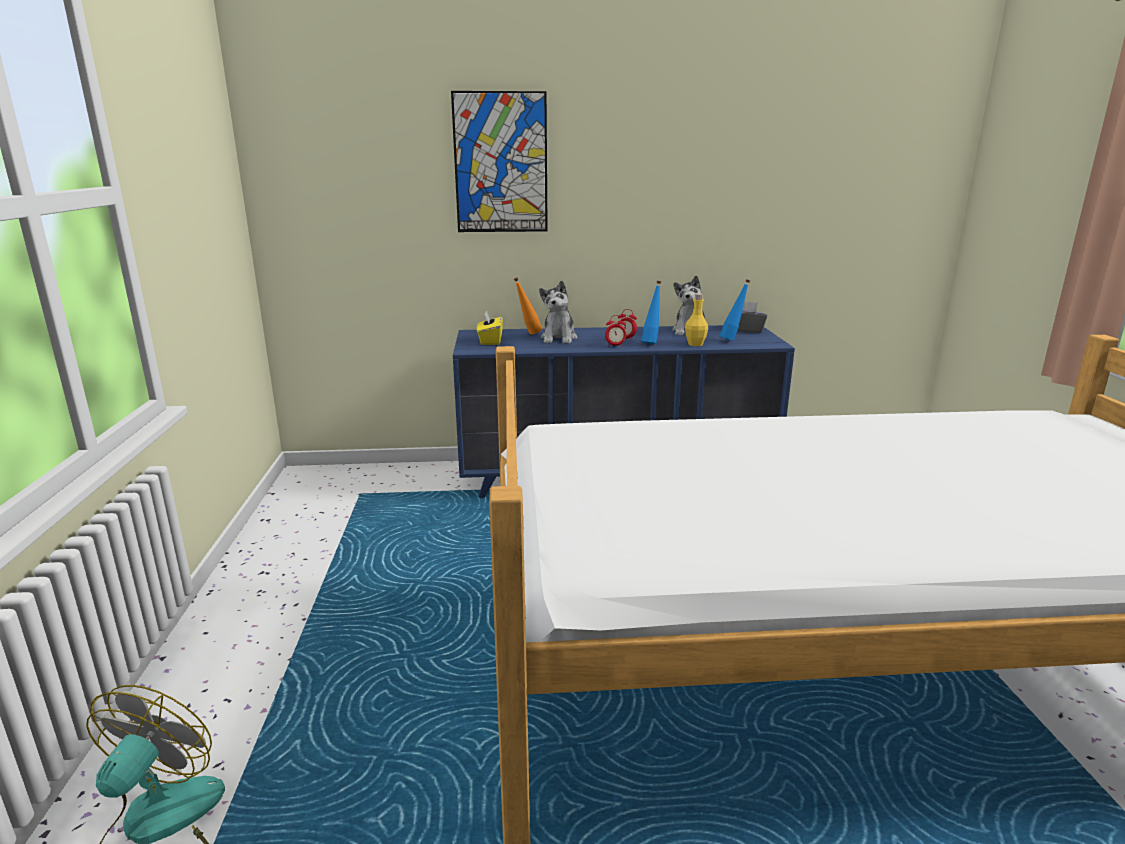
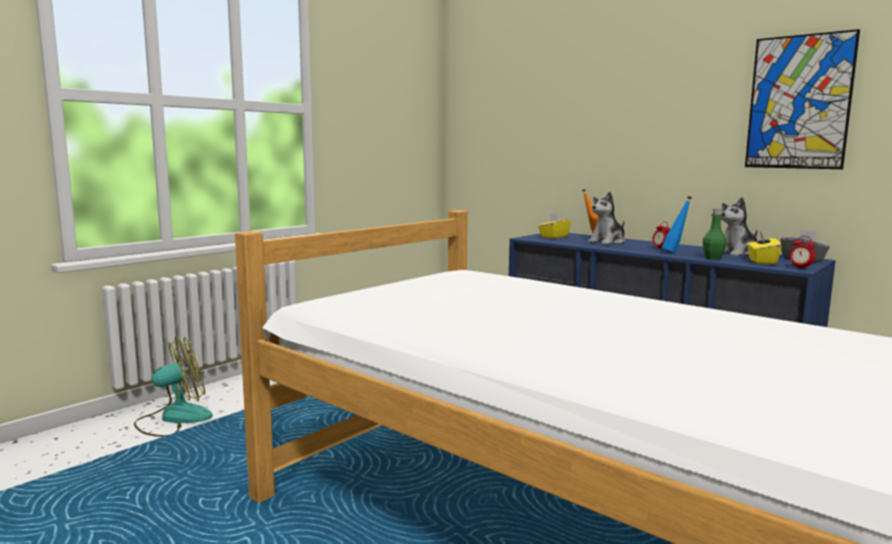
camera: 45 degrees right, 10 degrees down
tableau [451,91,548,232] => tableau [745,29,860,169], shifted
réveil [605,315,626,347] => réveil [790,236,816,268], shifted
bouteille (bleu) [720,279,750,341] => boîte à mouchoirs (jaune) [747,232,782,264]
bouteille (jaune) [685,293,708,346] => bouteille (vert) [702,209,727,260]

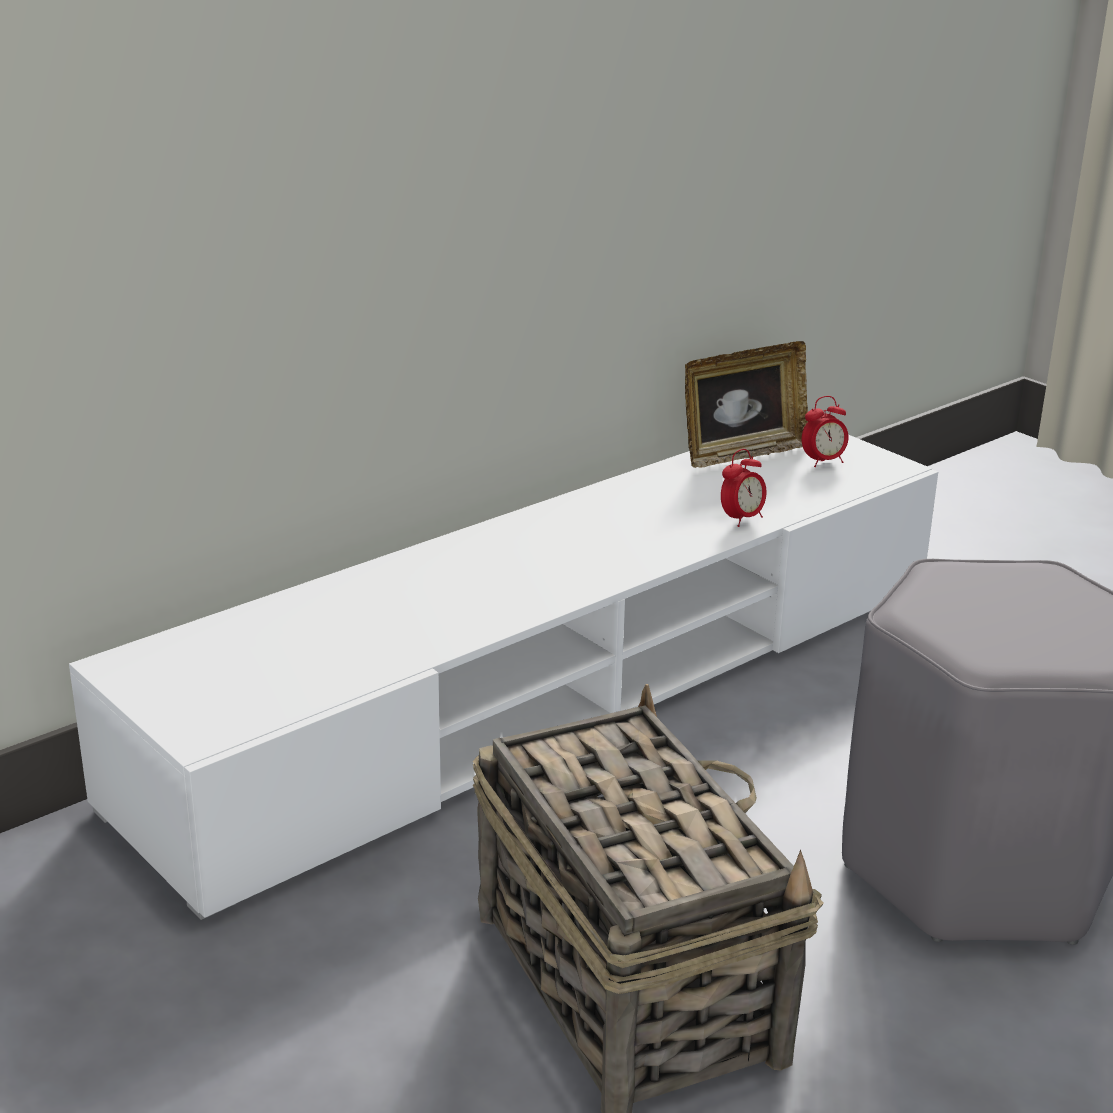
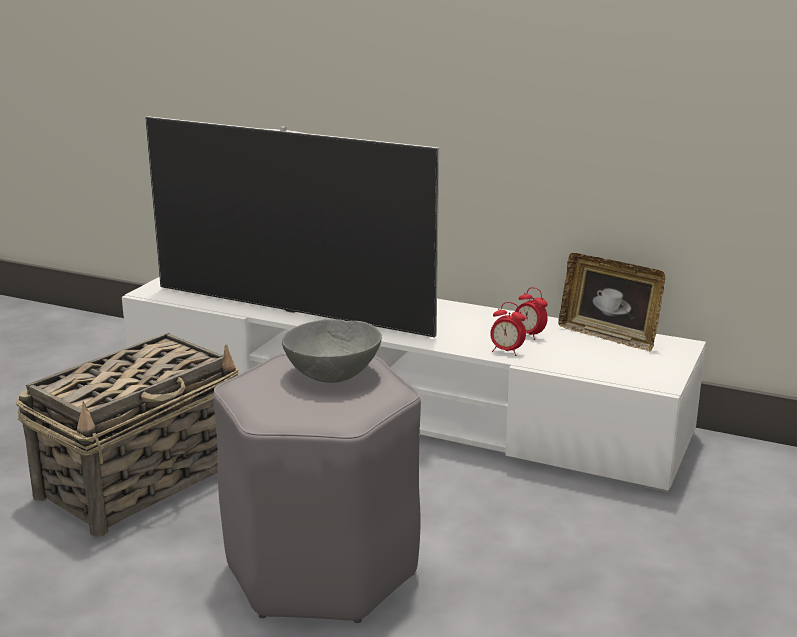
camera: 65 degrees right, 5 degrees down
nothing => téléviseur [145,116,439,338]
nothing => bol (gris) [282,319,382,383]
réveil [802,396,848,467] => réveil [515,287,548,340], shifted

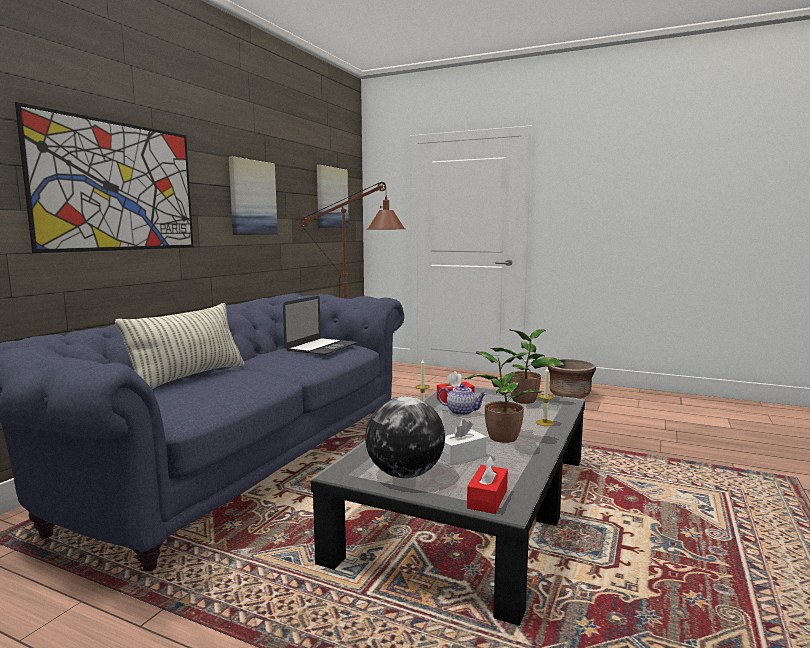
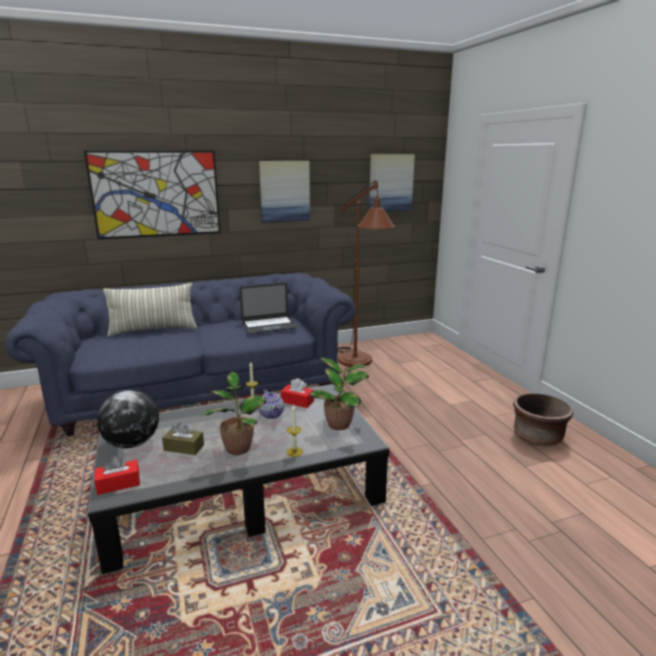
camera: 45 degrees right, 10 degrees up
boîte à mouchoirs (blanc) [440,419,487,464] => boîte à mouchoirs (marron) [162,422,204,455]

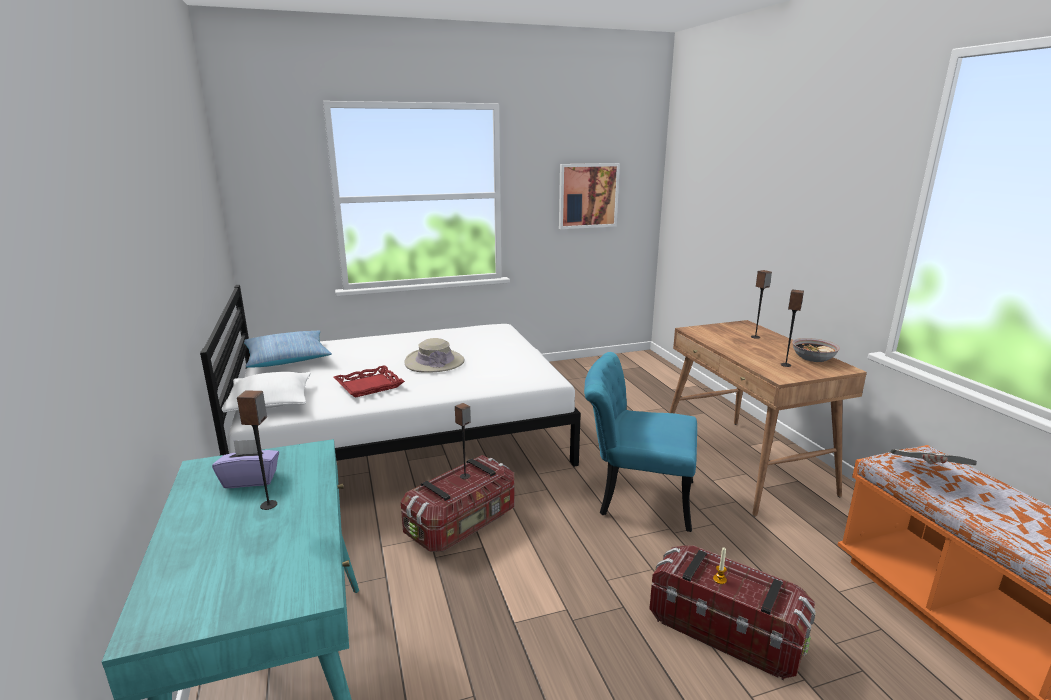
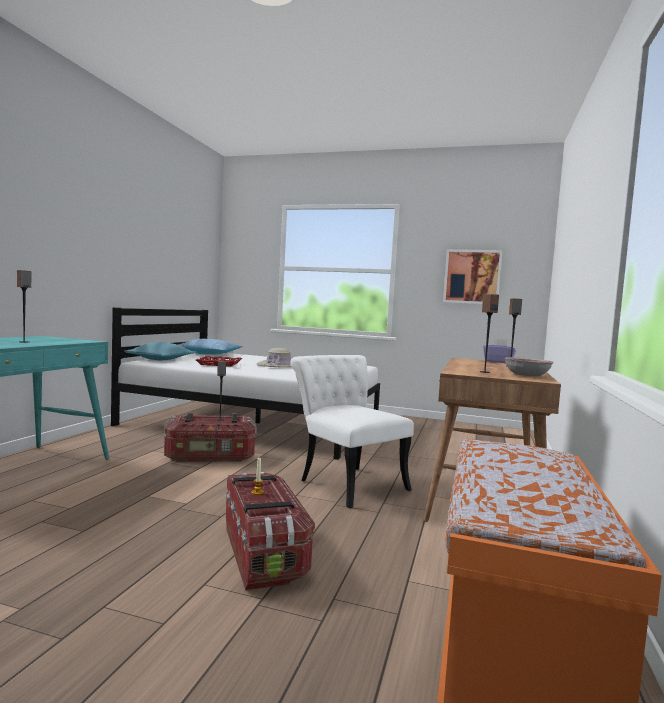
camera: 35 degrees right, 15 degrees down
journal [890,449,977,465] => nothing
boîte à mouchoirs (violet) [212,440,279,488] => boîte à mouchoirs (violet) [483,339,516,364], shifted
coussin (blanc) [222,372,311,413] => coussin (turquoise) [124,342,197,360]
chaise (turquoise) [584,352,697,532] => chaise (blanc) [290,355,414,508]

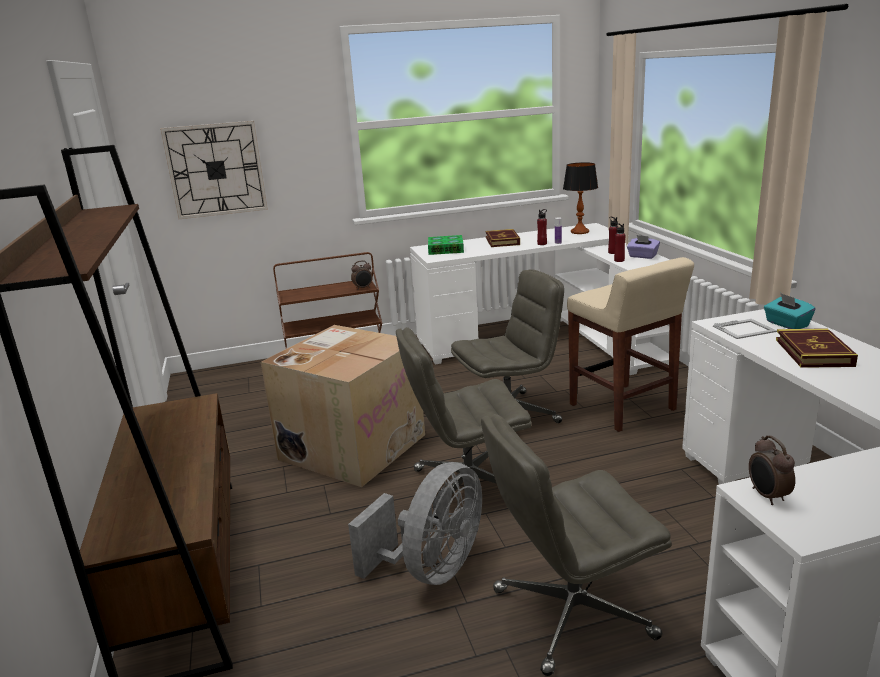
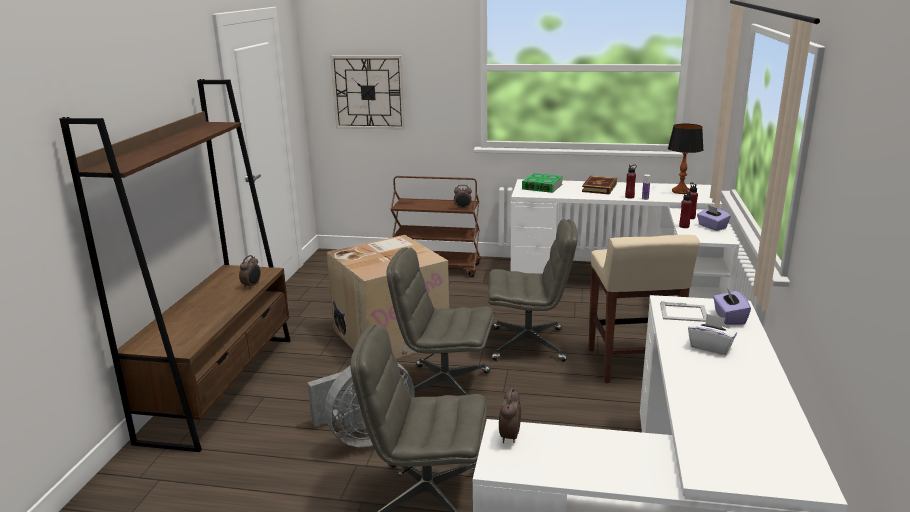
camera: 25 degrees right, 0 degrees up
nothing => réveil [239,255,261,289]
livre [776,328,858,368] => boîte à mouchoirs (blanc) [688,314,737,355]
boîte à mouchoirs (turquoise) [764,293,815,329] => boîte à mouchoirs (violet) [713,288,751,325]

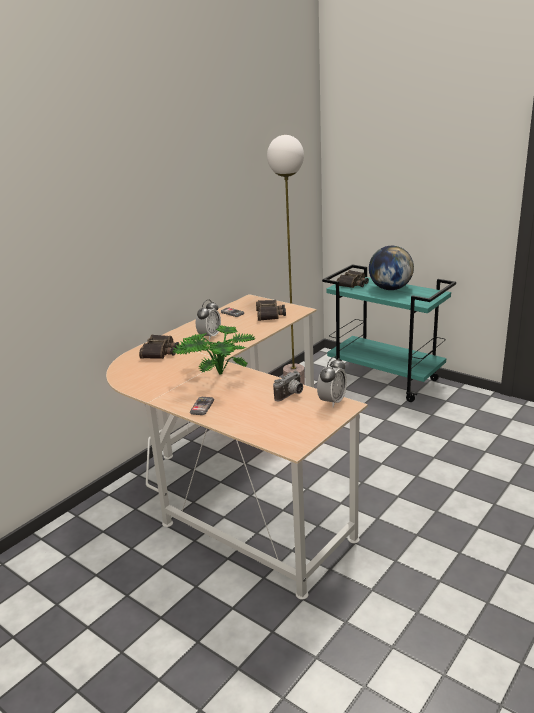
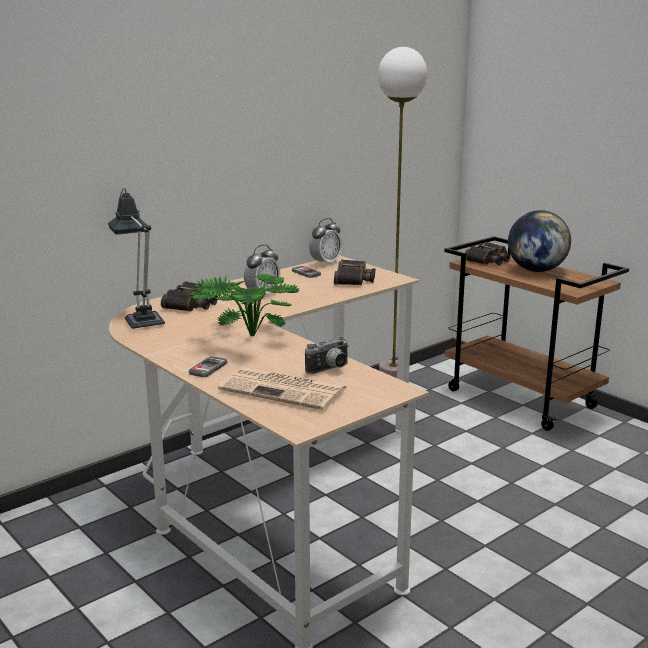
camera: 10 degrees right, 5 degrees down
nothing => lampe de table [108,188,165,329]
nothing => journal [218,367,348,410]
réveil [317,356,347,408] => réveil [309,218,342,266], shifted
chariot (turquoise) [322,264,456,402] => chariot (marron) [444,236,629,431]

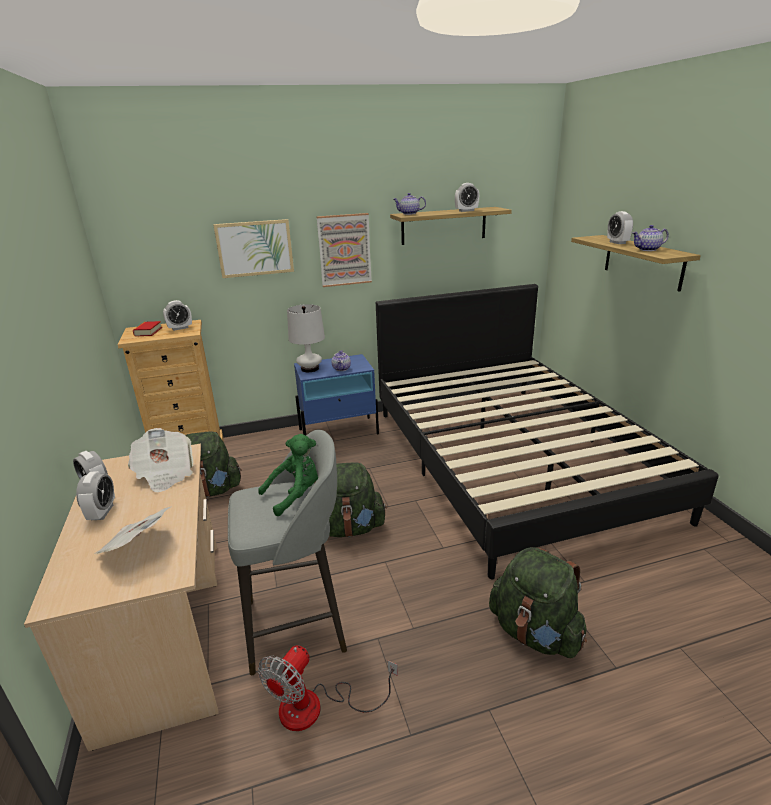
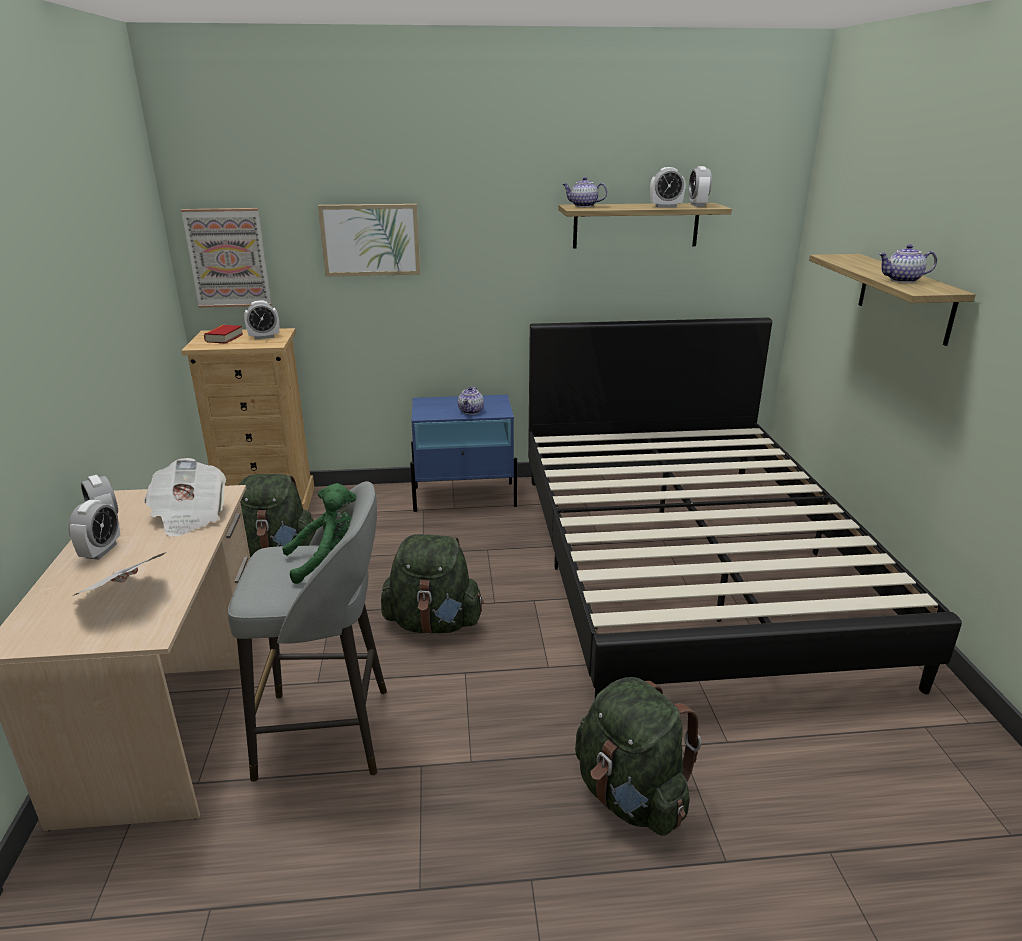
camera: 10 degrees right, 0 degrees up
ventilateur [258,645,398,731] => nothing
lampe de table (blanc) [287,304,325,372] => nothing
tableau [316,213,372,287] => tableau [181,208,272,308], shifted
réveil [607,211,633,244] => réveil [689,166,712,207], shifted

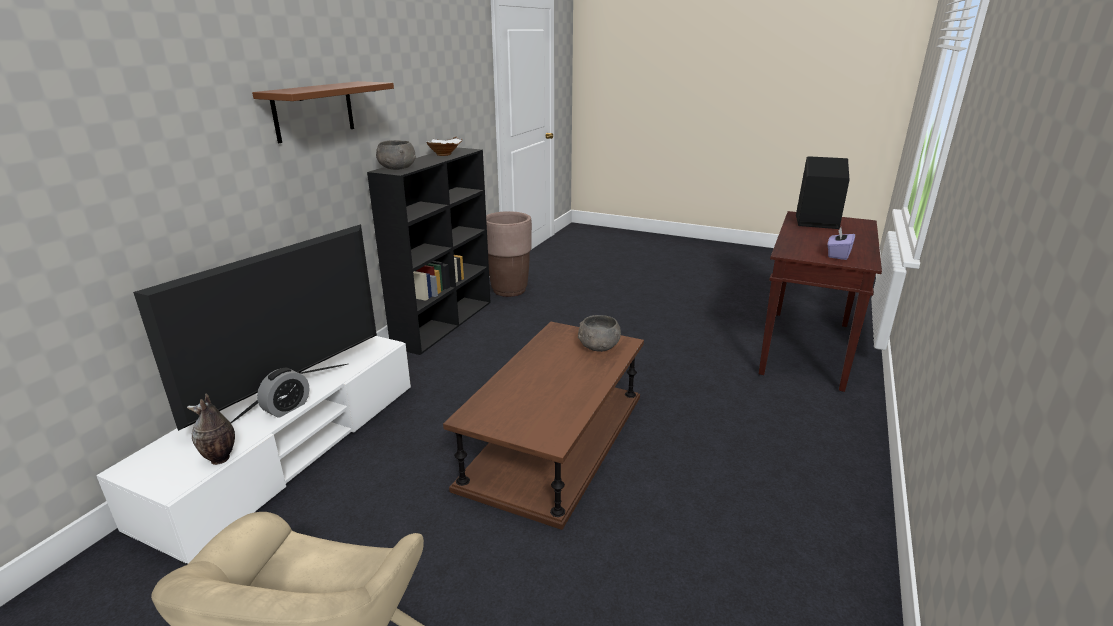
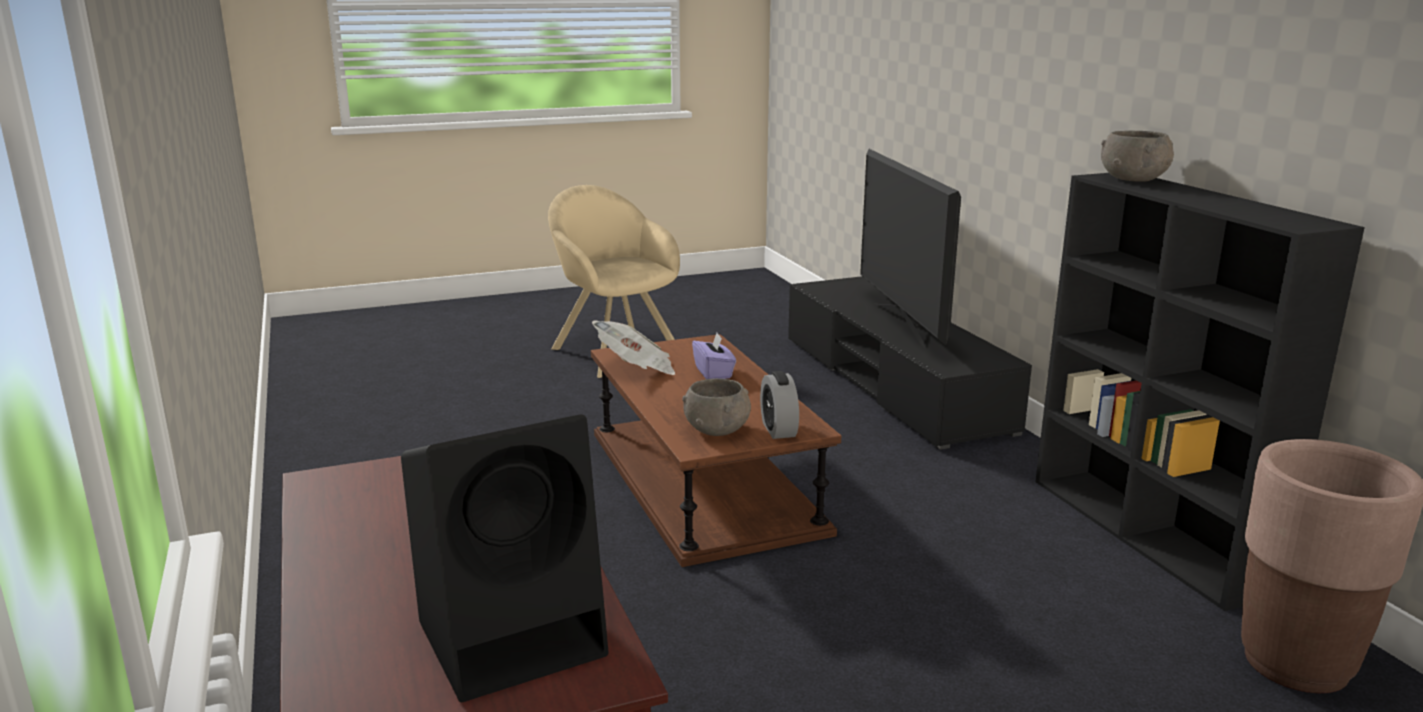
camera: 135 degrees right, 5 degrees down
vase [187,394,235,465] => nothing
étagère (marron) [252,81,394,143] => nothing
bol (blanc) [426,137,462,156] => nothing
nothing => journal [592,320,676,375]
réveil [257,367,309,418] => réveil [760,371,799,439], shifted
boîte à mouchoirs (violet) [828,228,855,260] => boîte à mouchoirs (violet) [692,333,736,379], shifted
meuble télé (blanc) [96,336,411,565] => meuble télé (noir) [788,276,1032,450]

